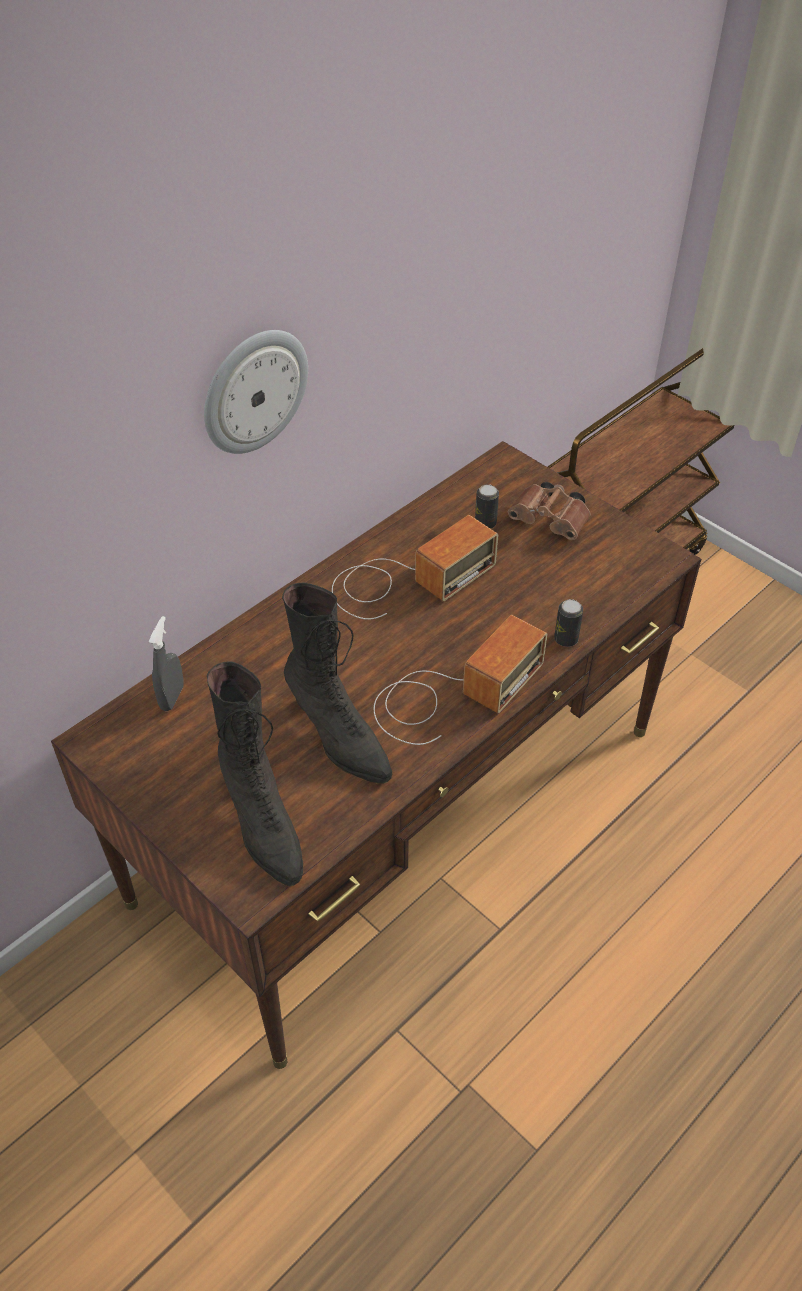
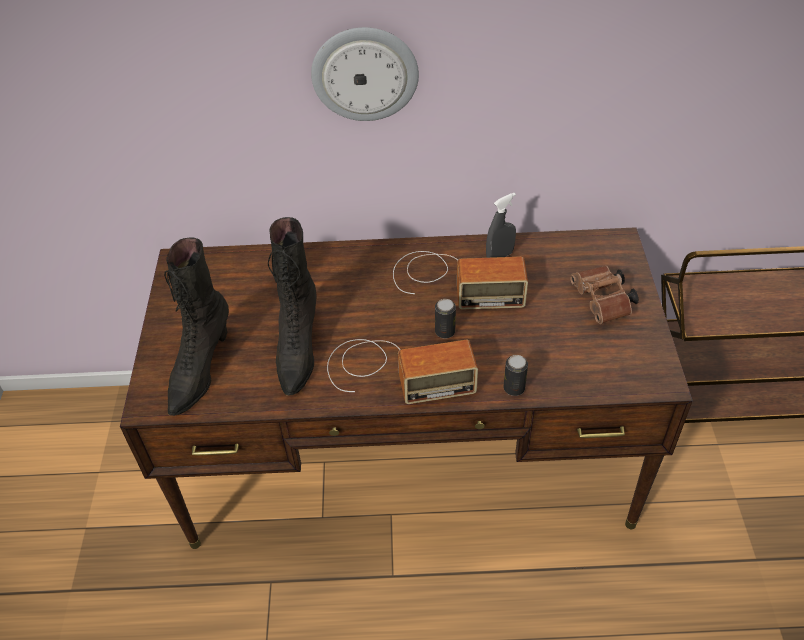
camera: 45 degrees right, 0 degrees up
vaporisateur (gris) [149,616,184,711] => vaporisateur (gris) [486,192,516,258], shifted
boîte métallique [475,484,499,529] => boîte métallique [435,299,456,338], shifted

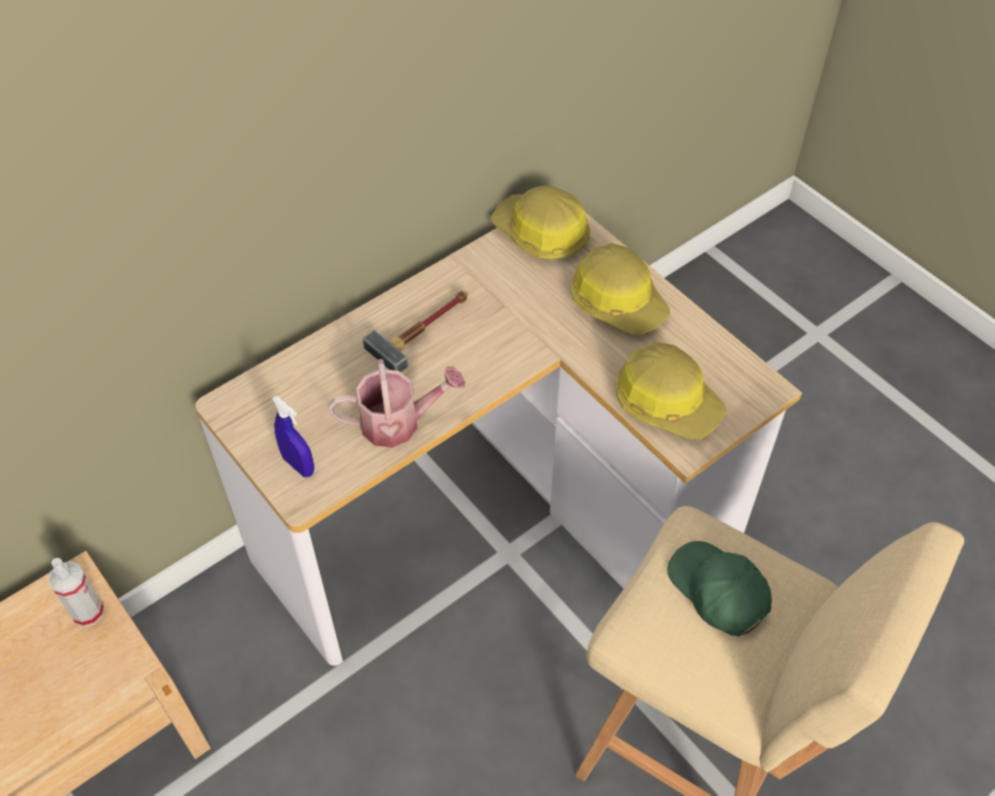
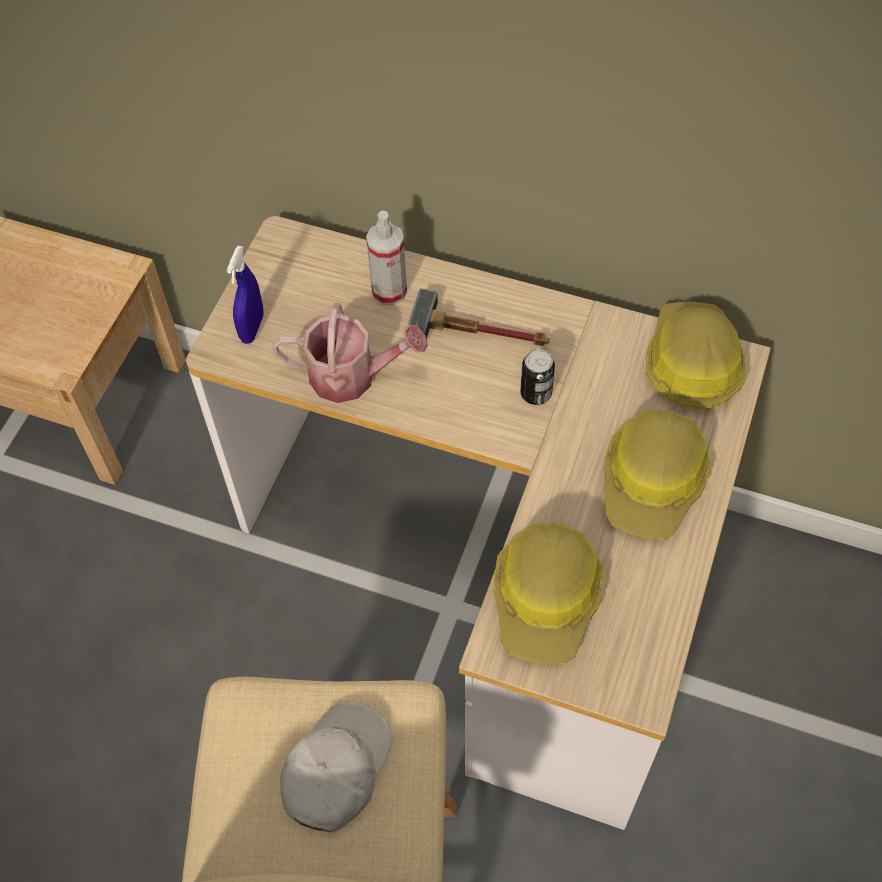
camera: 60 degrees right, 5 degrees up
nothing => boîte métallique [520,349,555,405]
vaporisateur [48,558,105,627] => vaporisateur [366,211,407,305], shifted
casquette (vert) [667,541,772,636] => casquette (blanc) [280,701,393,832]
arrosoir [328,359,466,448] => arrosoir [272,303,428,403], 45 degrees counterclockwise

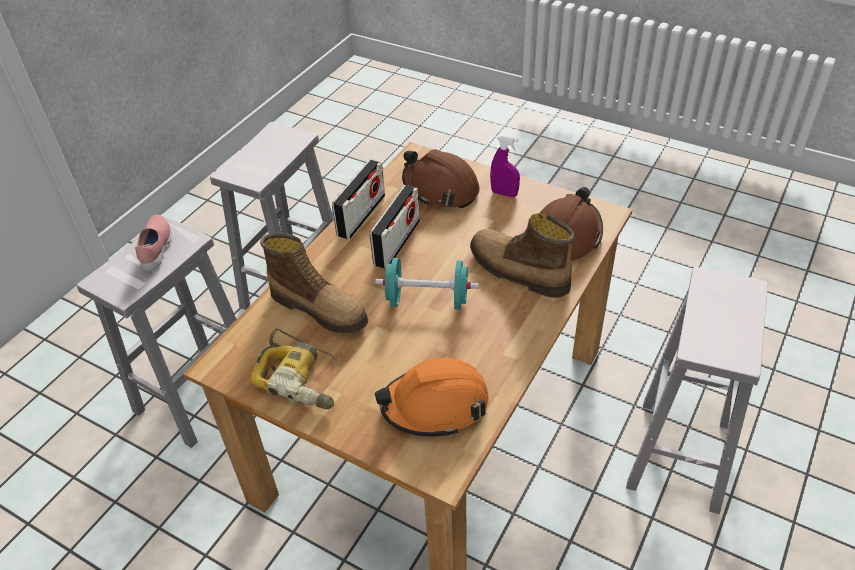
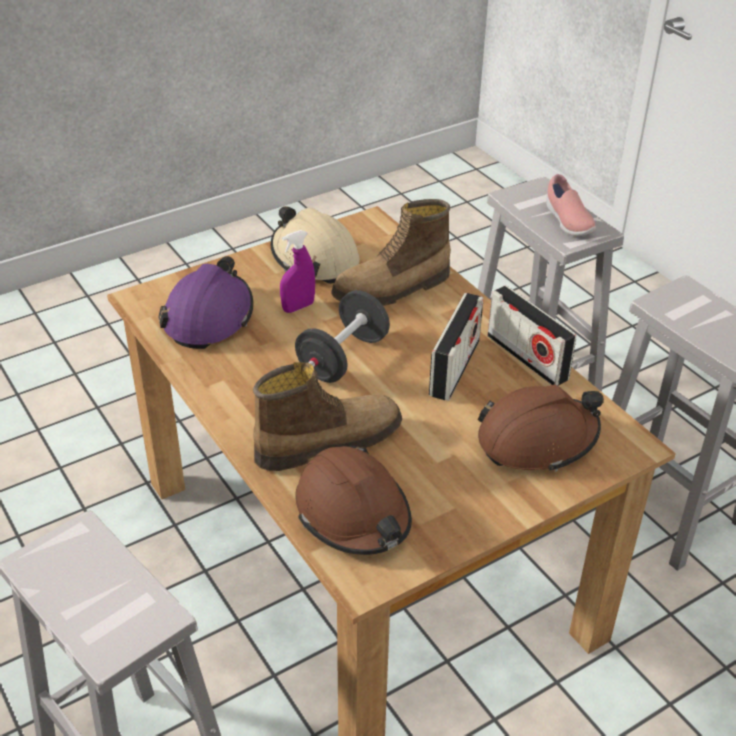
camera: 115 degrees right, 5 degrees down
vaporisateur (violet) [490,135,520,197] => vaporisateur (violet) [280,230,315,313], shifted
perceuse [251,329,342,409] => casque de chantier (beige) [271,206,360,284]
haltère (turquoise) [375,258,479,310] => haltère (noir) [295,290,390,383]
casque de chantier (orange) [375,358,489,436] => casque de chantier (violet) [158,256,254,349]
chaussure (rose) [135,215,171,271] => chaussure (rose) [546,174,596,236], 45 degrees clockwise
radio [370,185,420,269] => radio [429,293,484,401], 120 degrees counterclockwise

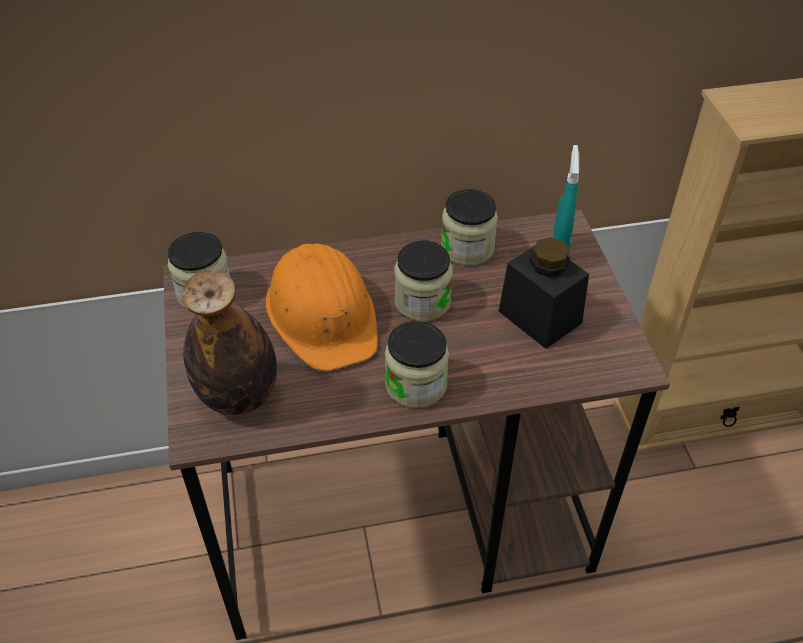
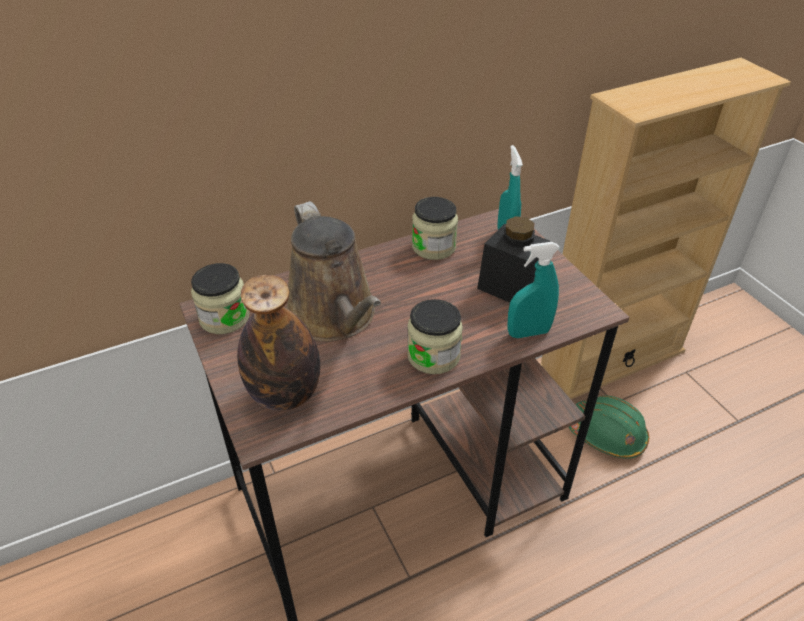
camera: 15 degrees left, 5 degrees down
bocal [394,240,453,321] => nothing
nothing => vaporisateur (turquoise) [507,242,560,338]
nothing => casque de chantier (vert) [569,396,649,459]
casque de chantier (orange) [266,244,377,371] => arrosoir (marron) [286,201,381,342]

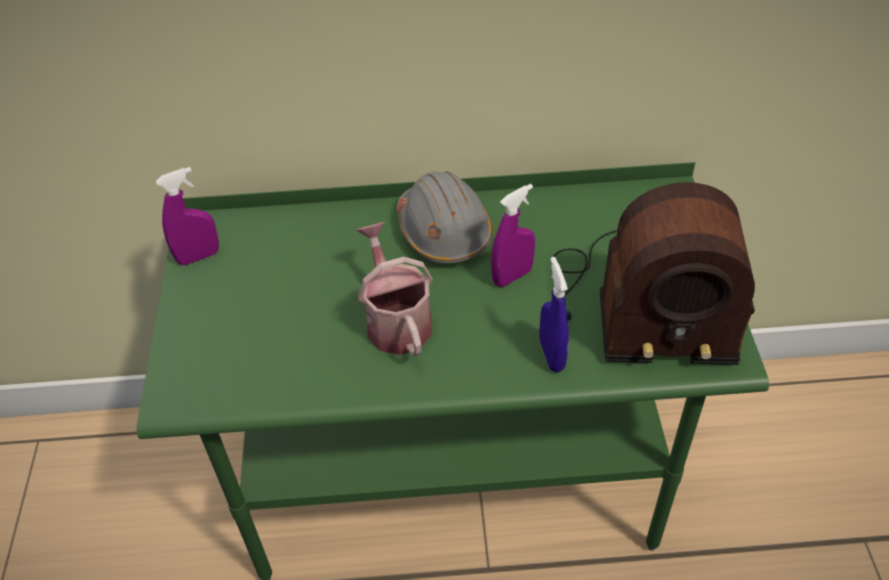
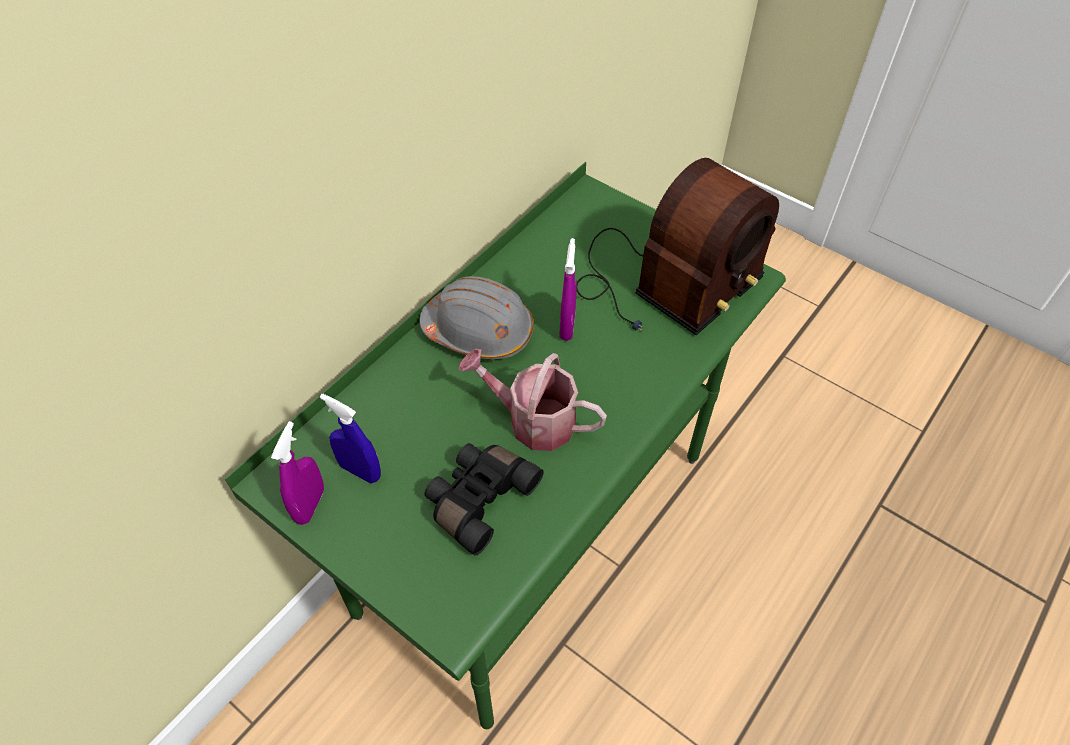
camera: 50 degrees left, 5 degrees up
nothing => jumelles (noir) [425,443,544,556]
vaporisateur (bleu) [539,257,569,372] => vaporisateur (bleu) [320,394,381,483], shifted

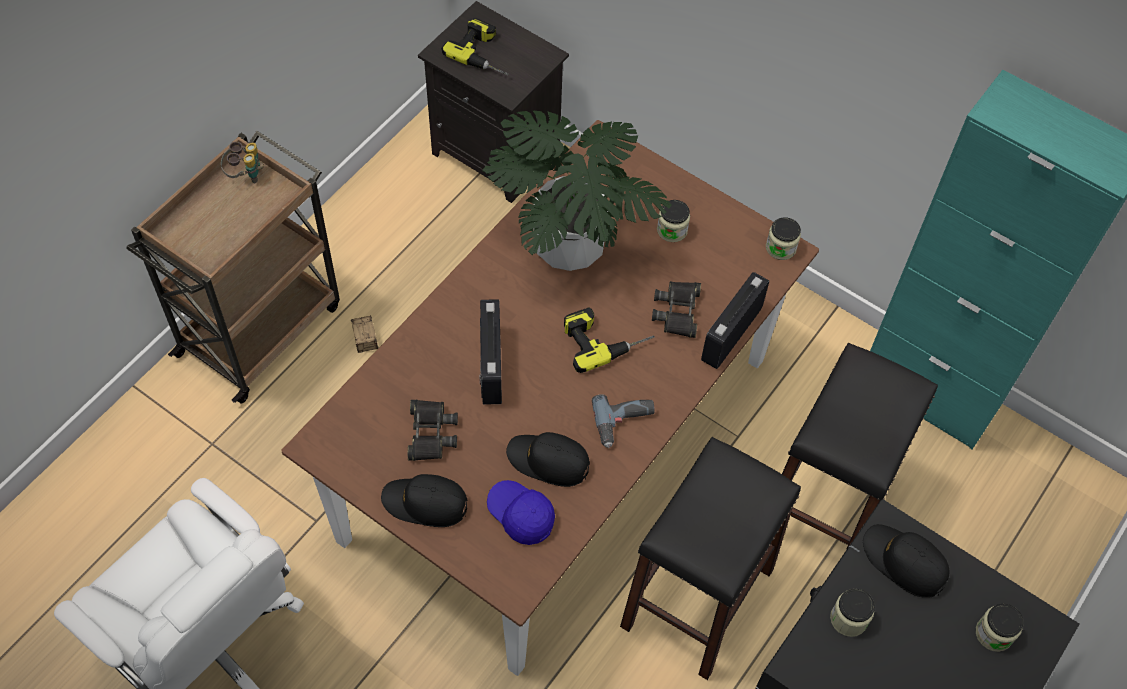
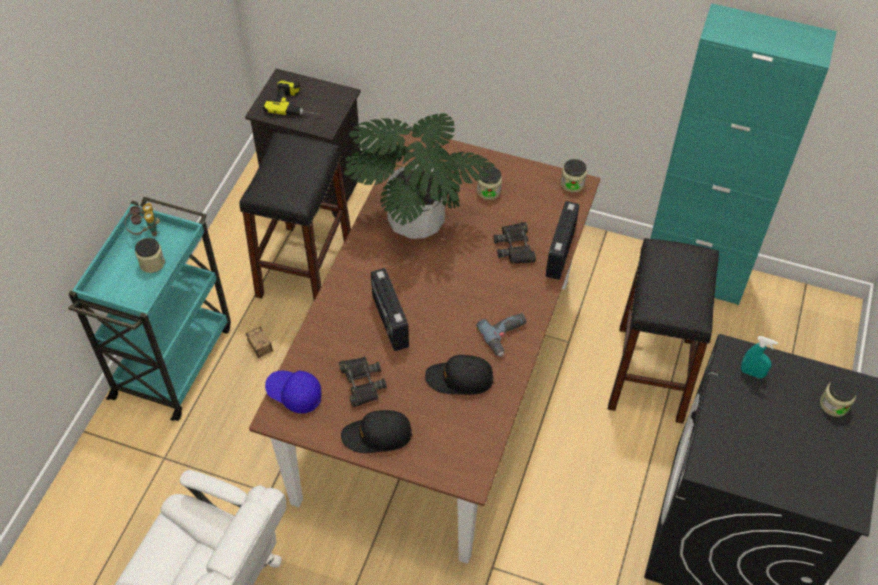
camera: 15 degrees left, 5 degrees down
perceuse [564,307,655,373] => nothing
casquette (bleu) [487,480,555,545] => casquette (bleu) [265,371,322,414], shifted
tabouret (noir) [620,437,801,680] => tabouret (noir) [239,132,351,300], shifted
bocal [830,589,875,637] => bocal [135,238,165,273], shifted
casquette (noir) [863,524,949,598] => vaporisateur (turquoise) [741,336,778,379]
chariot (marron) [126,131,340,404] => chariot (turquoise) [68,197,231,421]

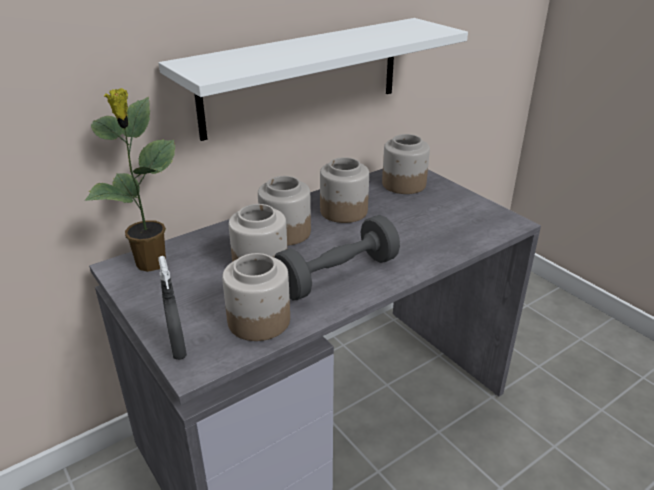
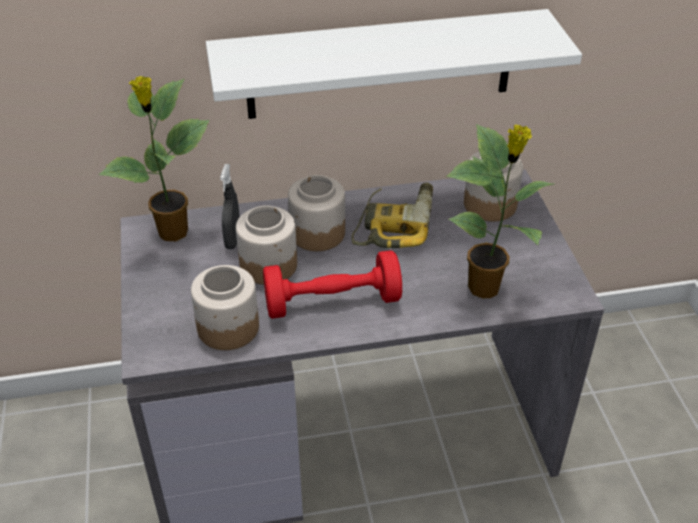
camera: 25 degrees right, 10 degrees up
nothing => plante en pot [446,124,554,298]
vaporisateur (gris) [158,256,187,360] => vaporisateur (gris) [220,164,240,249], shifted
bocal [320,157,369,223] => perceuse [351,183,433,248]
haltère (gris) [274,215,400,300] => haltère (rouge) [263,250,402,319]

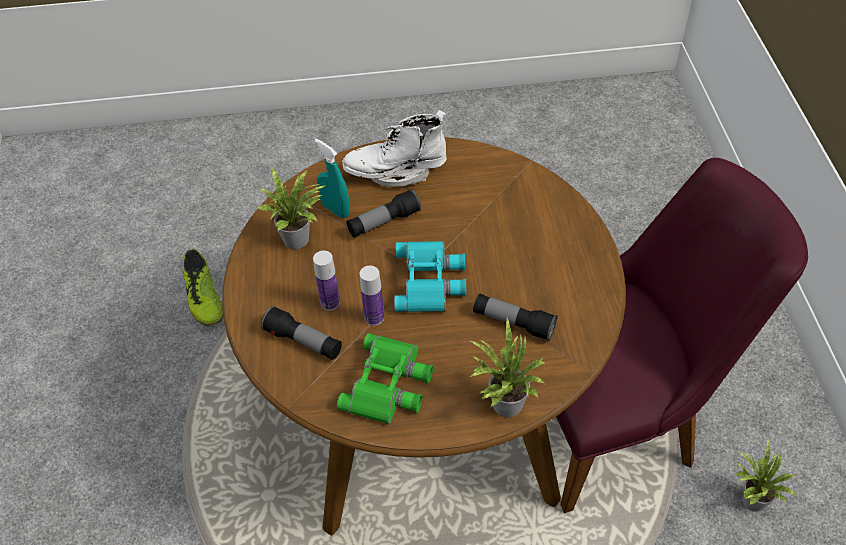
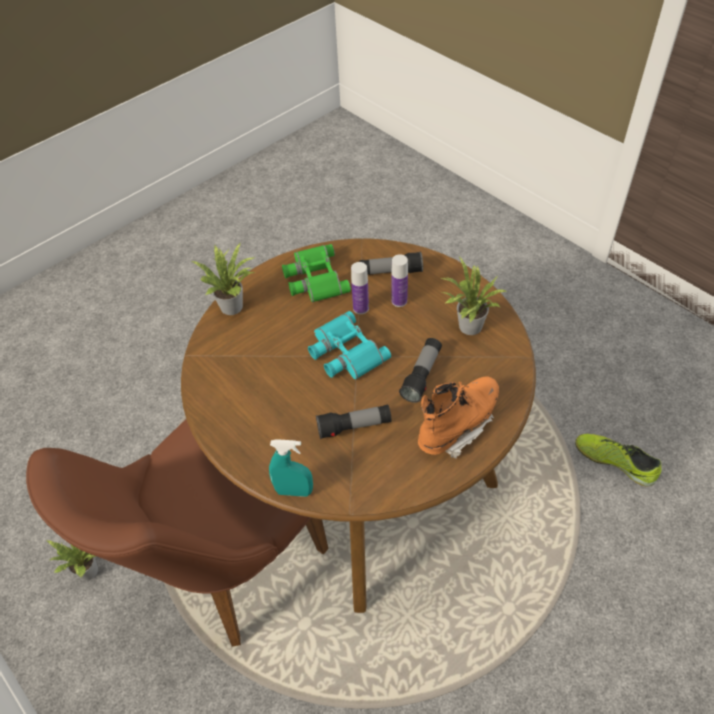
camera: 145 degrees right, 0 degrees up
vaporisateur (turquoise) [315,138,350,218] => vaporisateur (turquoise) [269,439,313,497], shifted
lampe de poche [473,293,557,341] => lampe de poche [316,404,392,439], shifted
botte (blanc) [342,110,446,187] => botte (orange) [418,376,499,459]
chaise (violet) [556,158,808,513] => chaise (marron) [26,419,329,646]

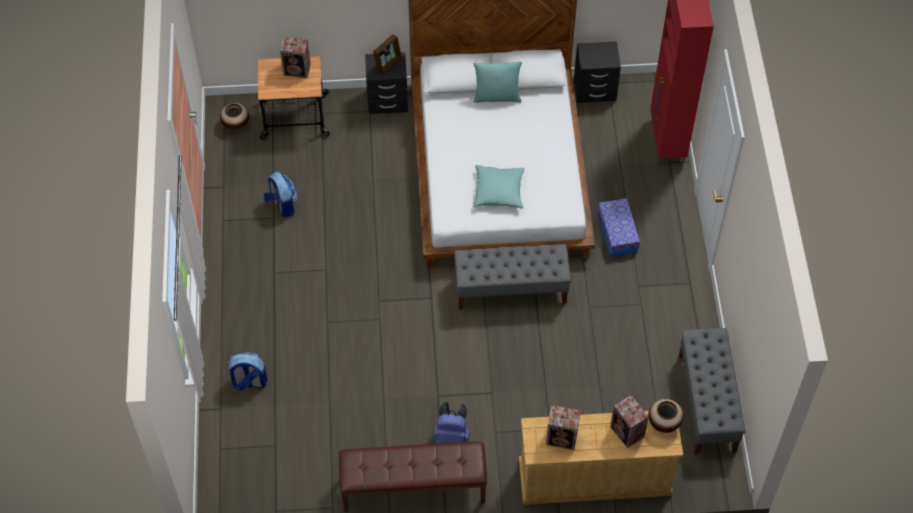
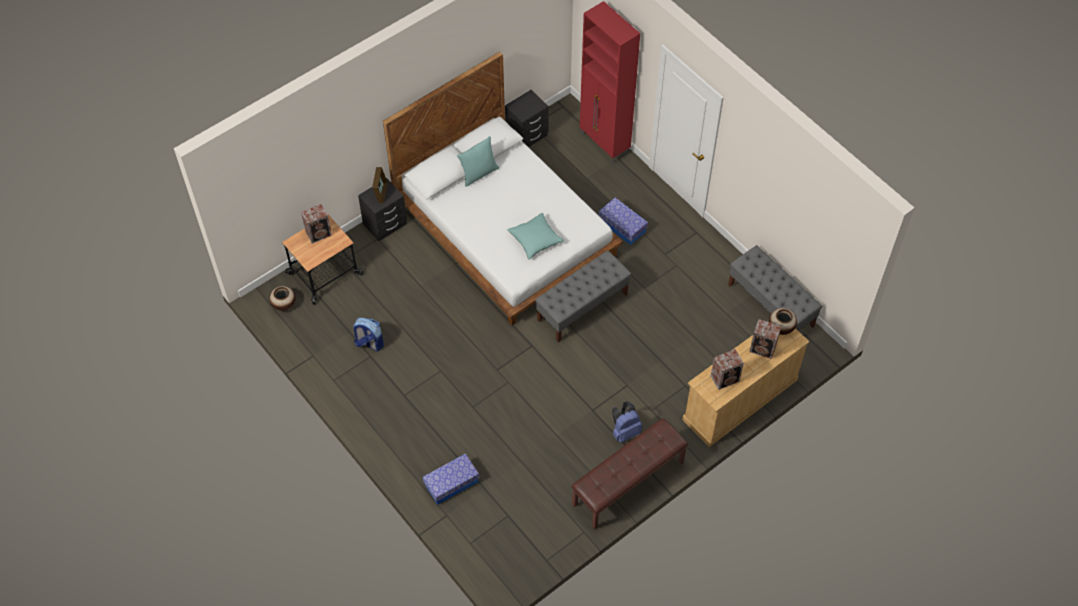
camera: 35 degrees left, 0 degrees up
sac à dos [227,352,268,391] => boîte de rangement [422,453,479,505]

